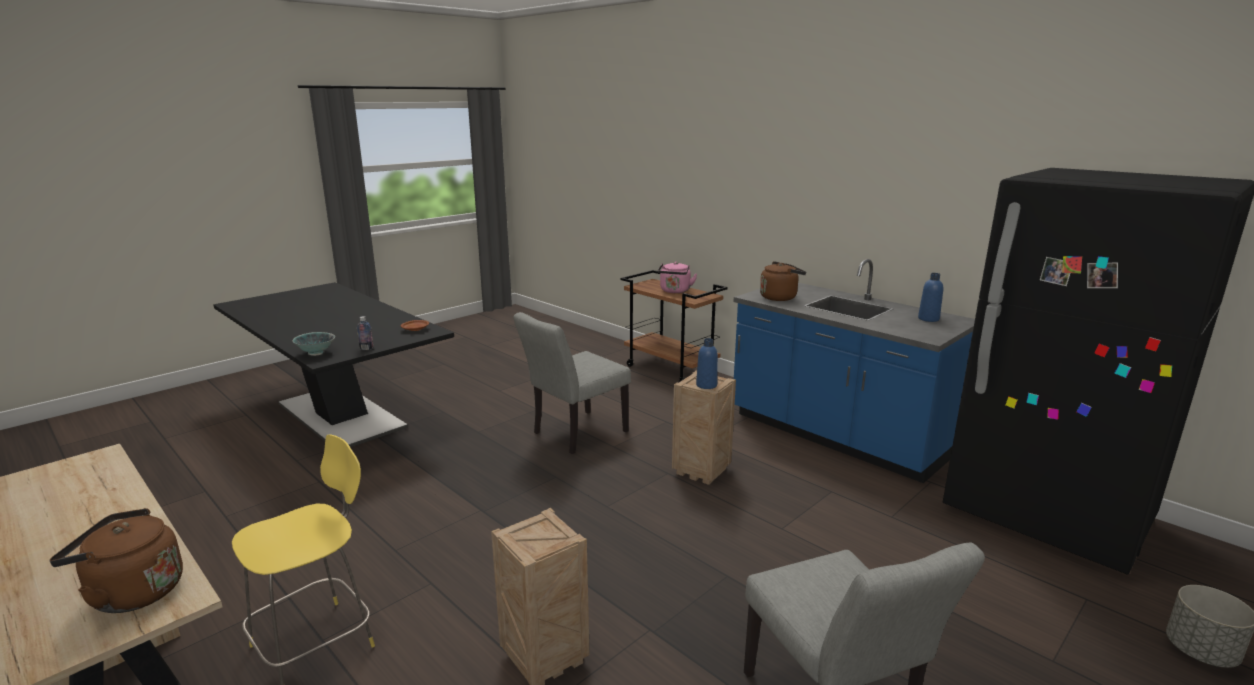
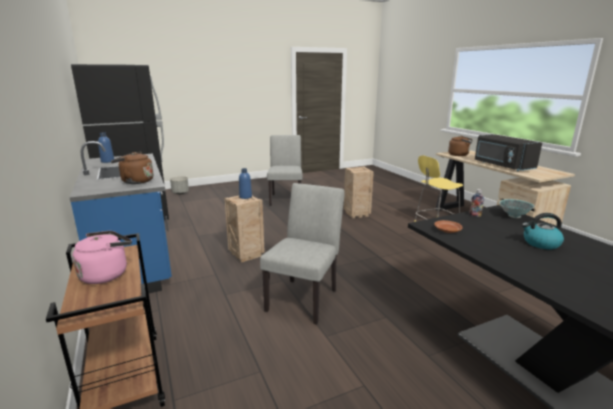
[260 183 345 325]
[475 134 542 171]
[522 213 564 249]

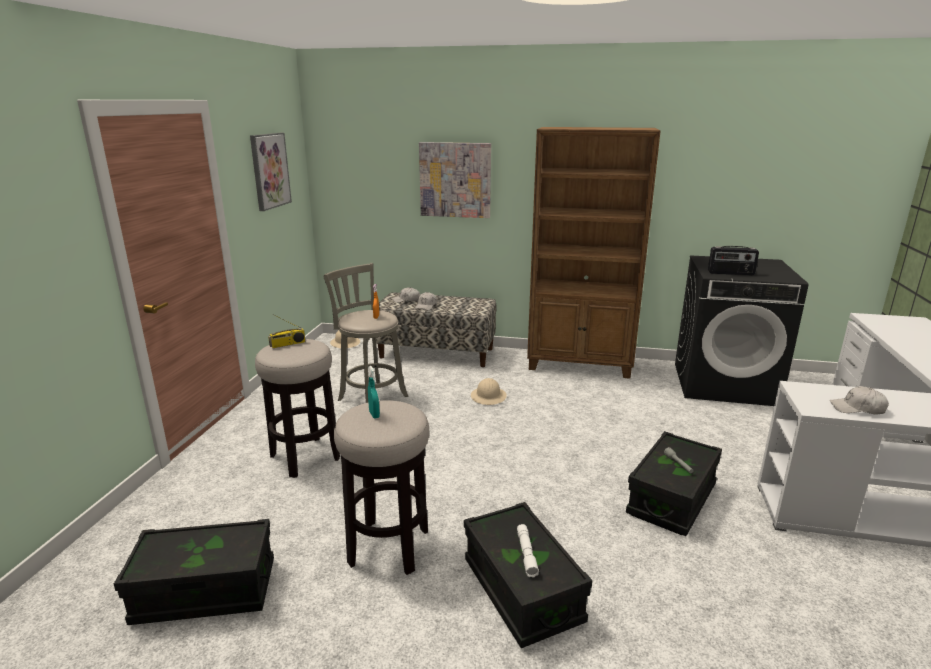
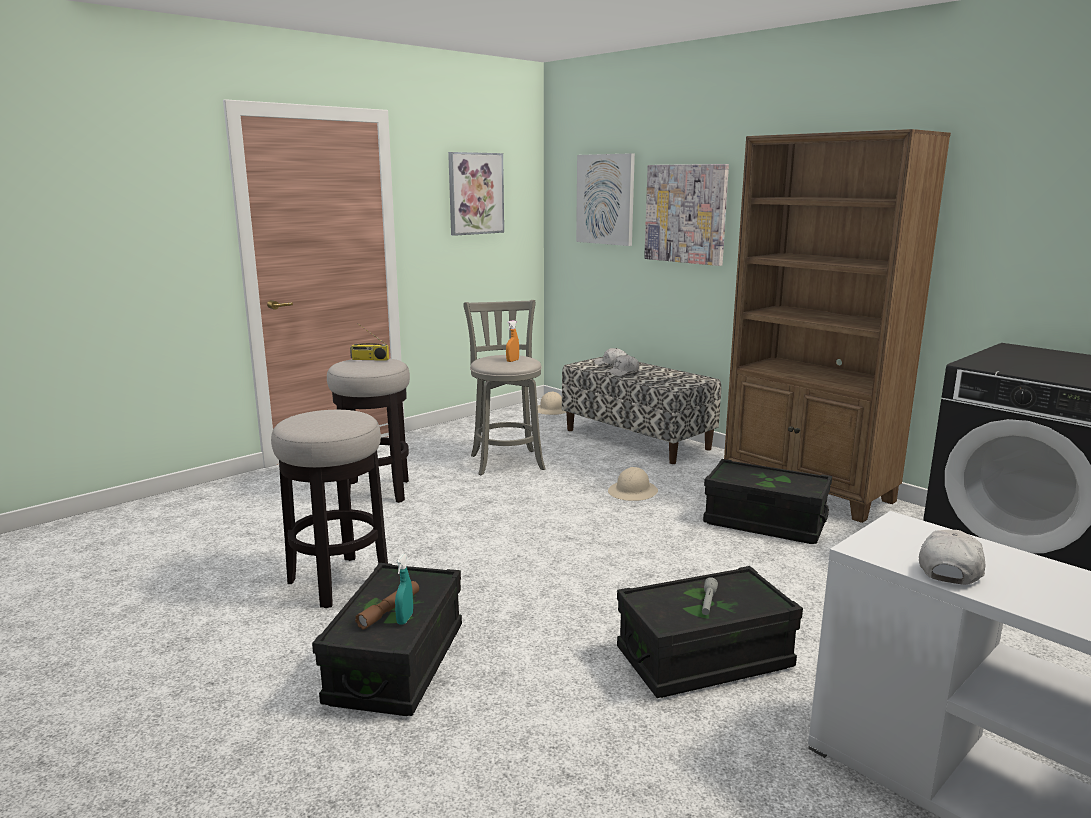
[708 246 759 275] (first image)
[395 554 413 625]
[919 530 985 585]
[703 459 832 544]
[355 581 419 630]
[576 153 635 246]

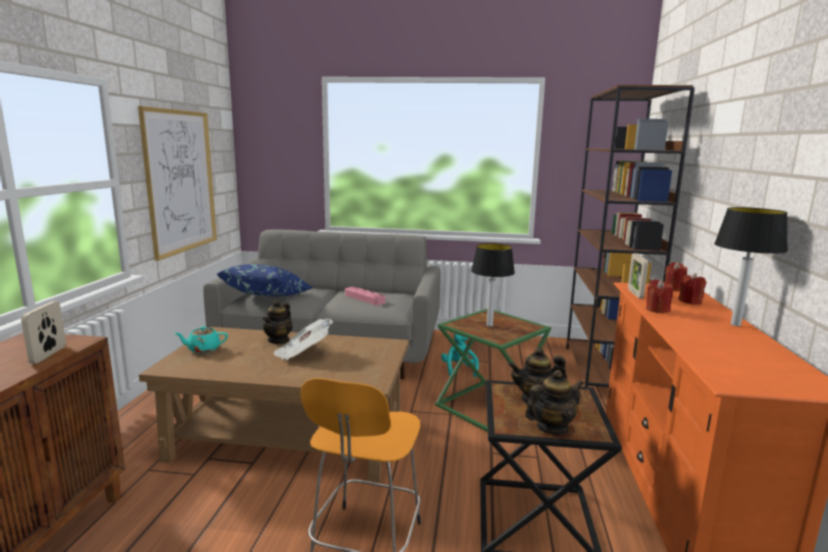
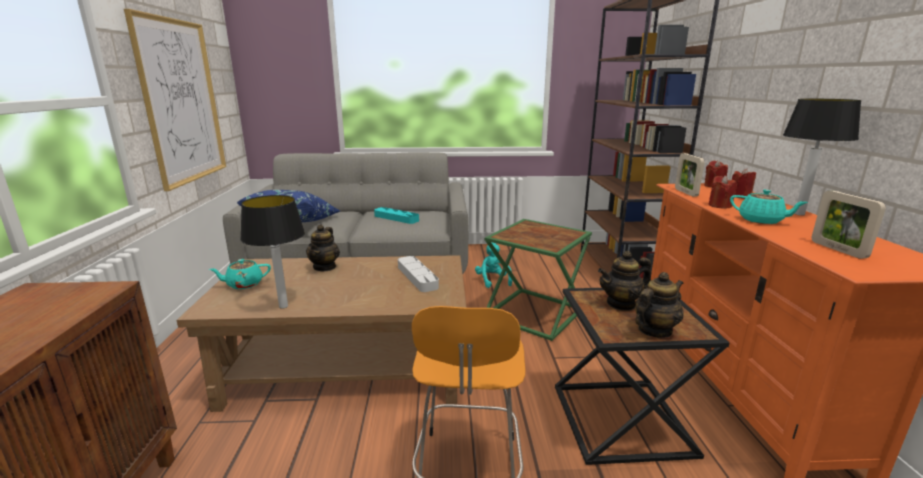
[240 195 305 309]
[374 207 419 224]
[812 191 886 259]
[273 319 333 361] (first image)
[730 189 808 224]
[398 256 439 292]

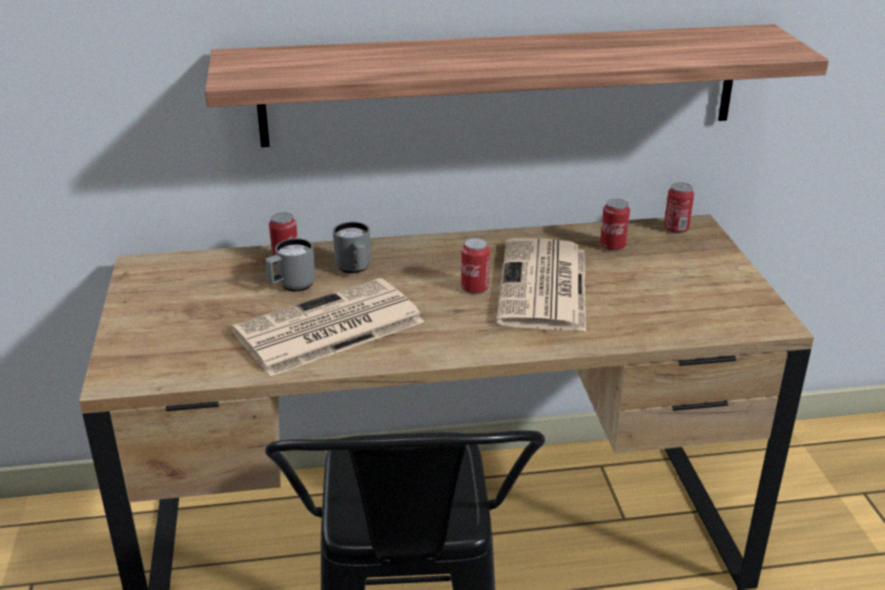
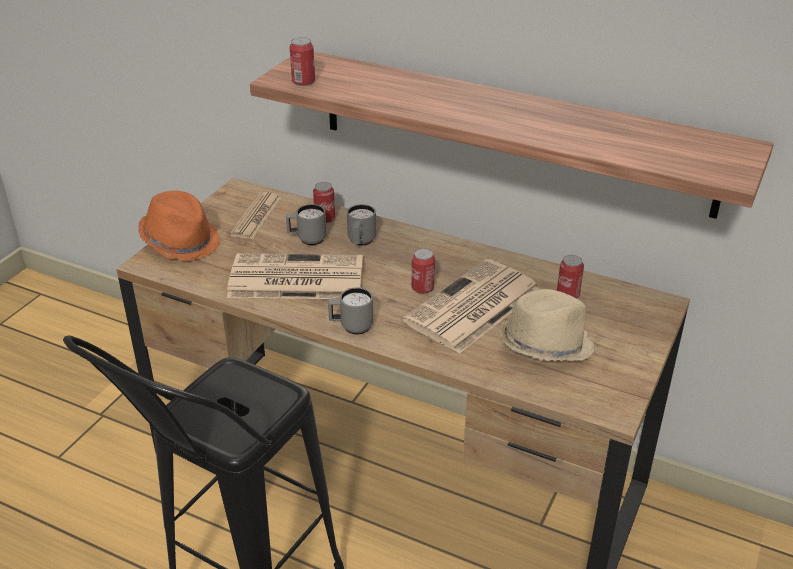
[290 37 315 86]
[138 191 220 261]
[230 192 282 239]
[328 287 373 335]
[499 289 594 362]

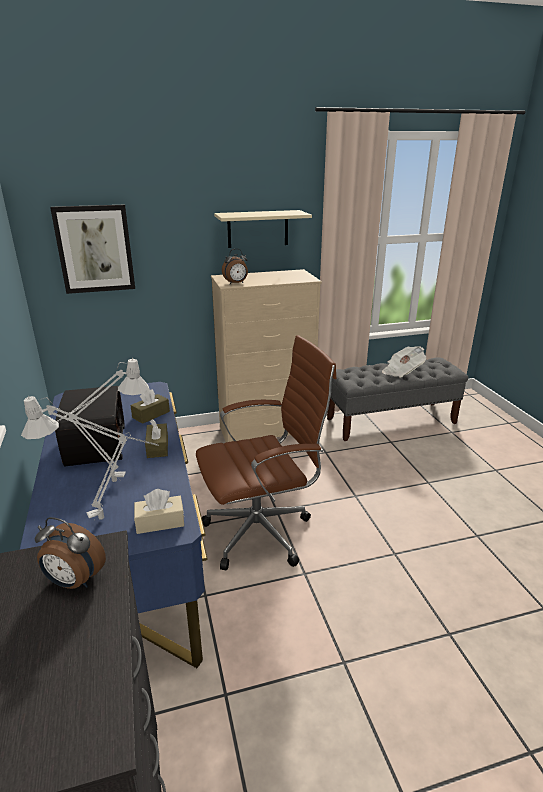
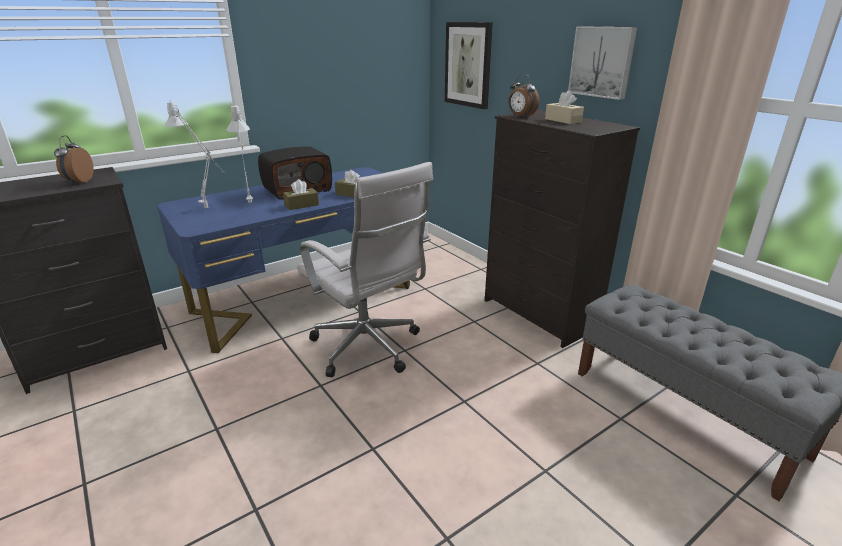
[568 26 637 100]
[485 110 640 348]
[297 162 433 377]
[382 346 426 378] (first image)
[545 91 584 124]

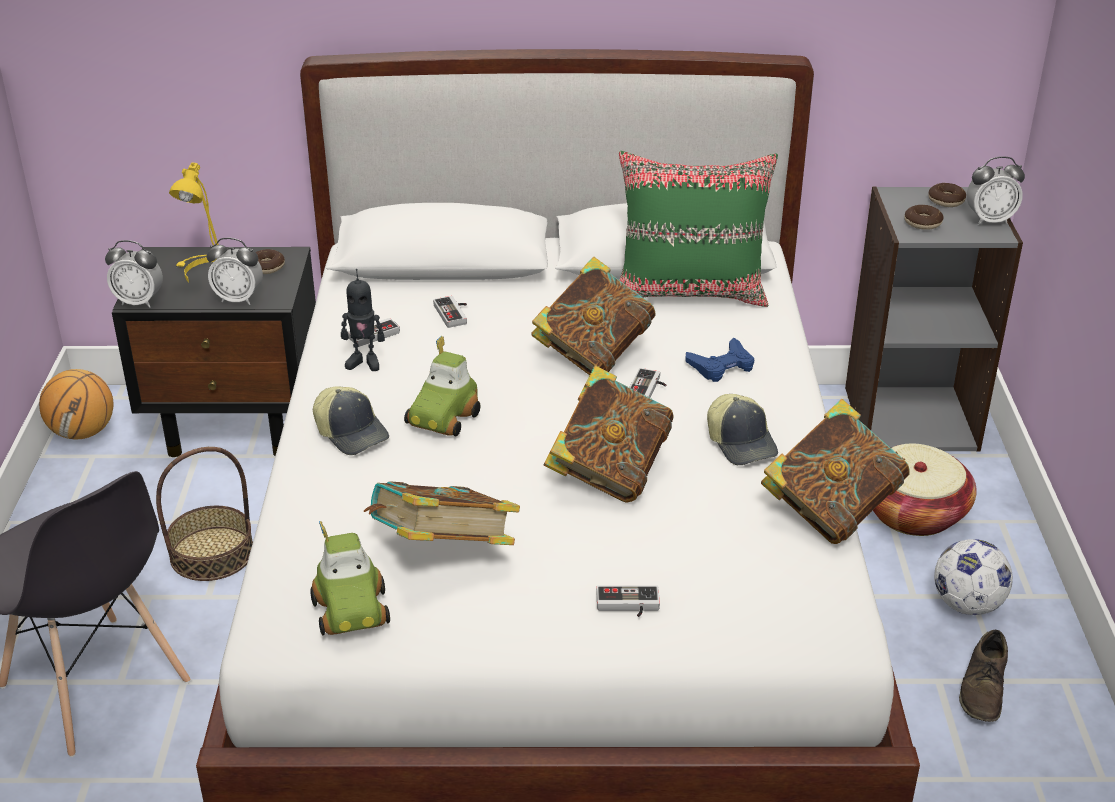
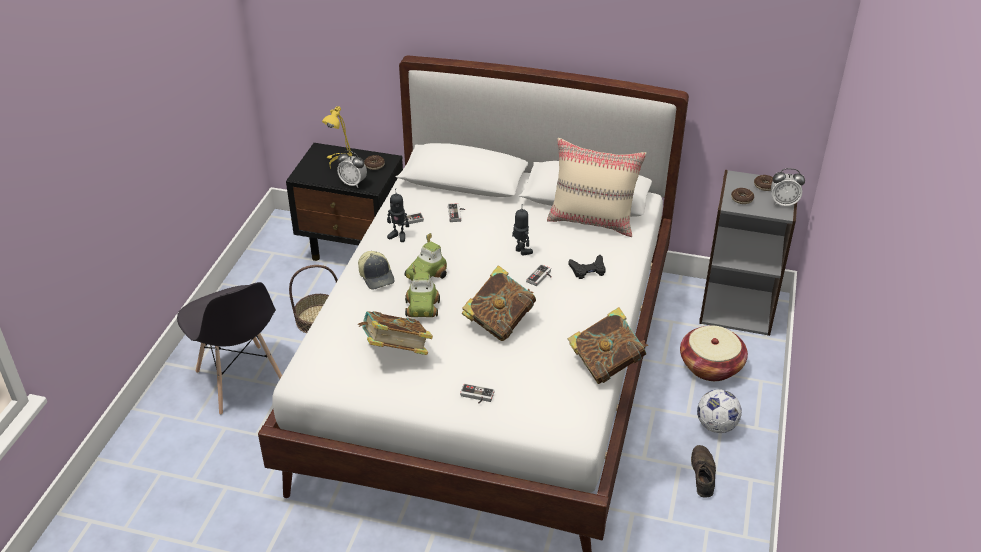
[547 138 646 237]
[105 240 163 308] (first image)
[512 204 533 255]
[568 255 606 279]
[39 369 113 439] (first image)
[707 394 778 465] (first image)
[405 264 440 317]
[691 445 716 498]

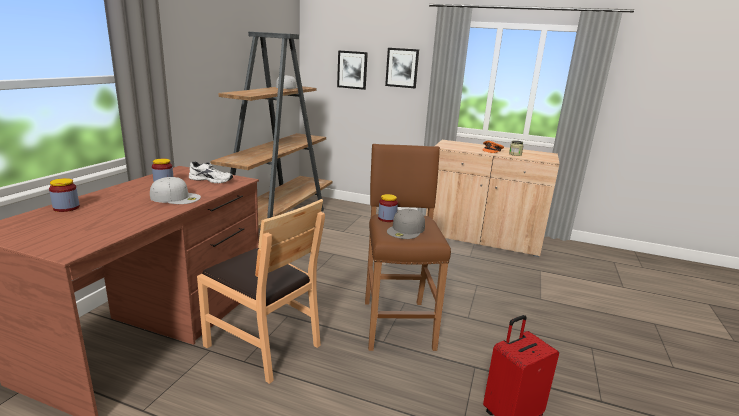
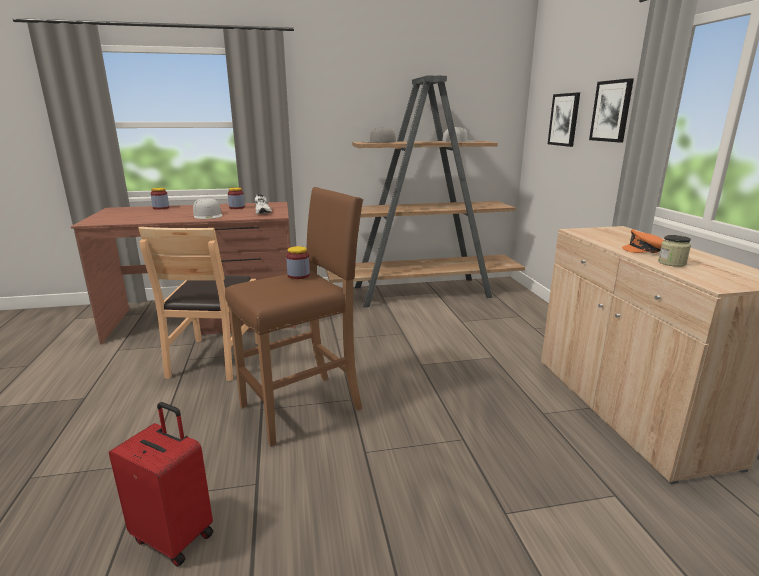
[361 127 396 143]

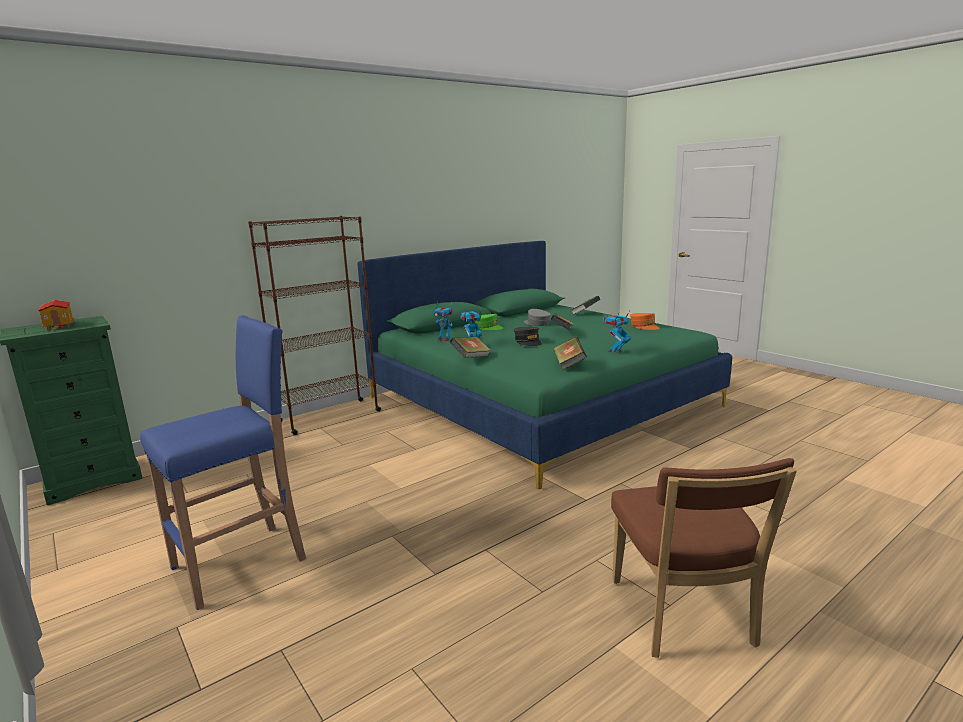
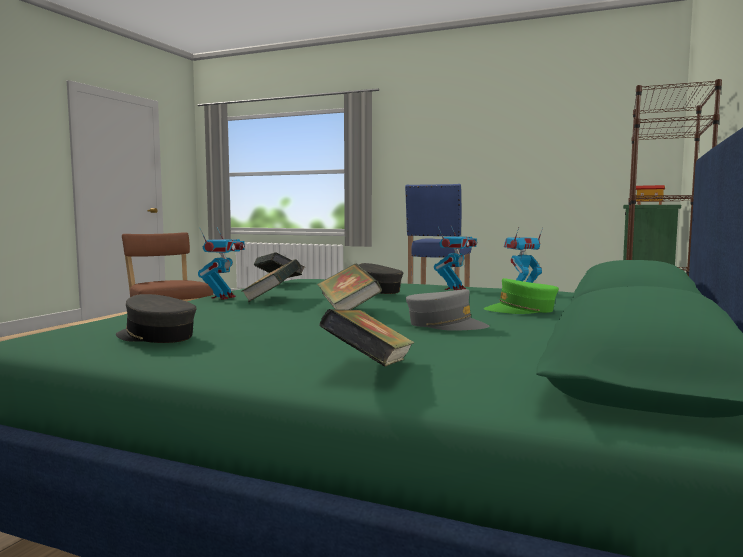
[116 294 196 343]
[241 259 301 302]

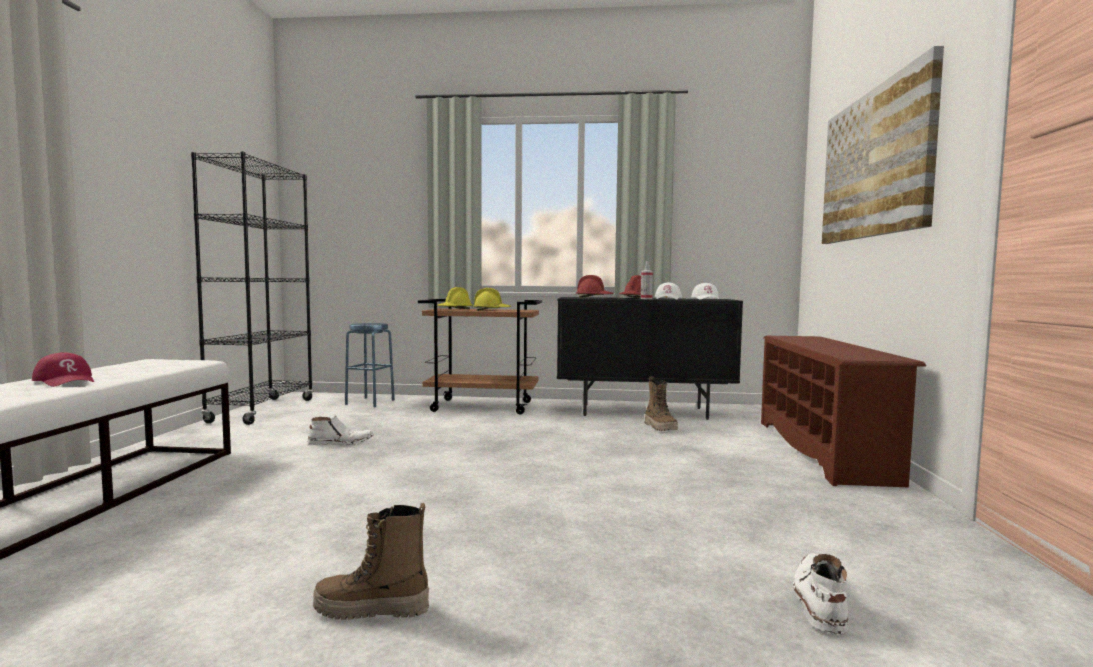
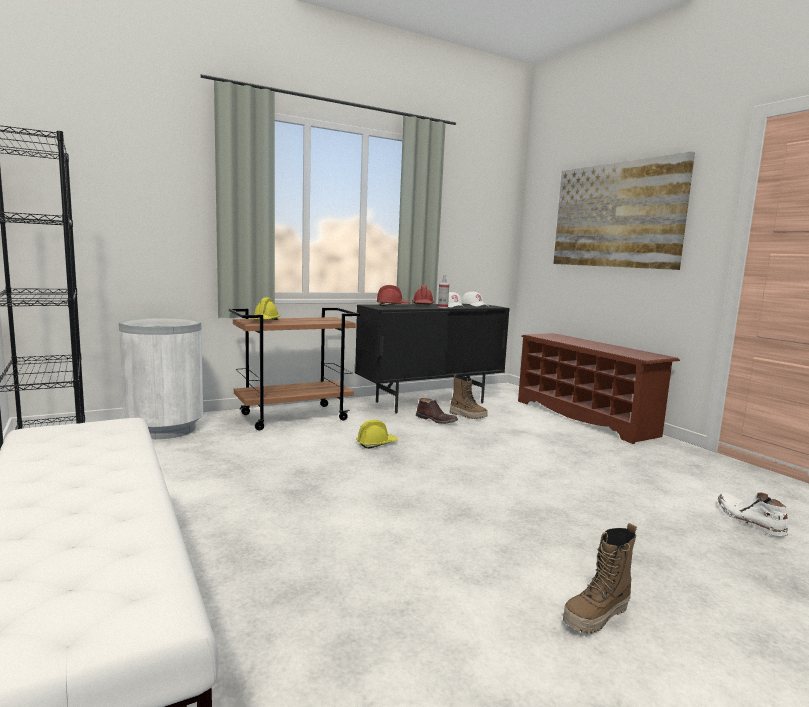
[356 420 398 449]
[119 318 203 439]
[32 352 94 387] (first image)
[307 416 374 445] (first image)
[416 398 458 424]

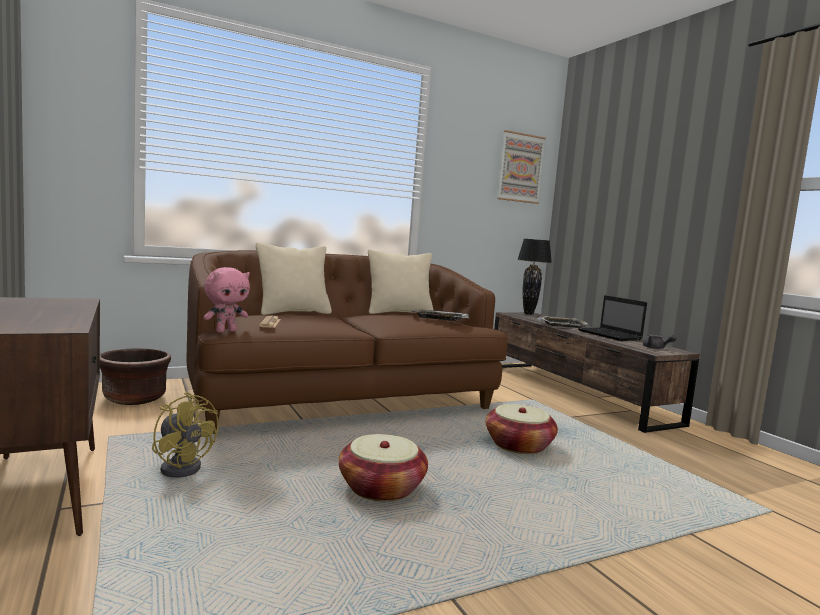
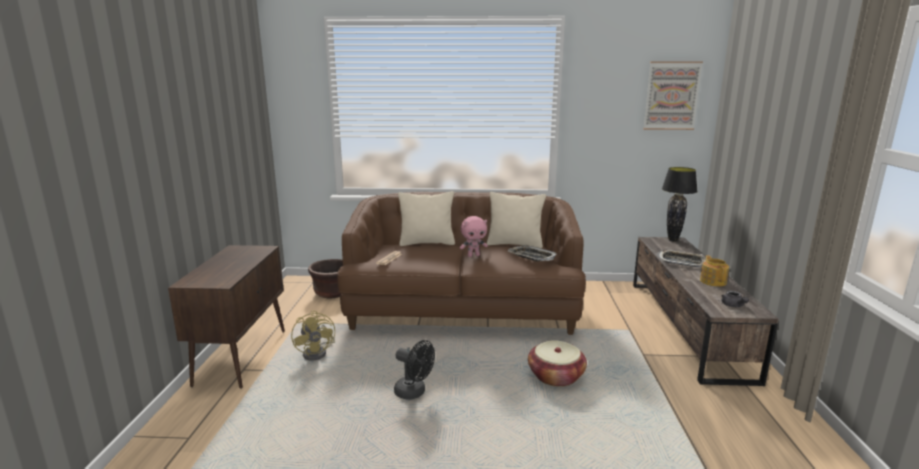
[460 216 488 257]
[700 255 729 287]
[394 340 435 400]

